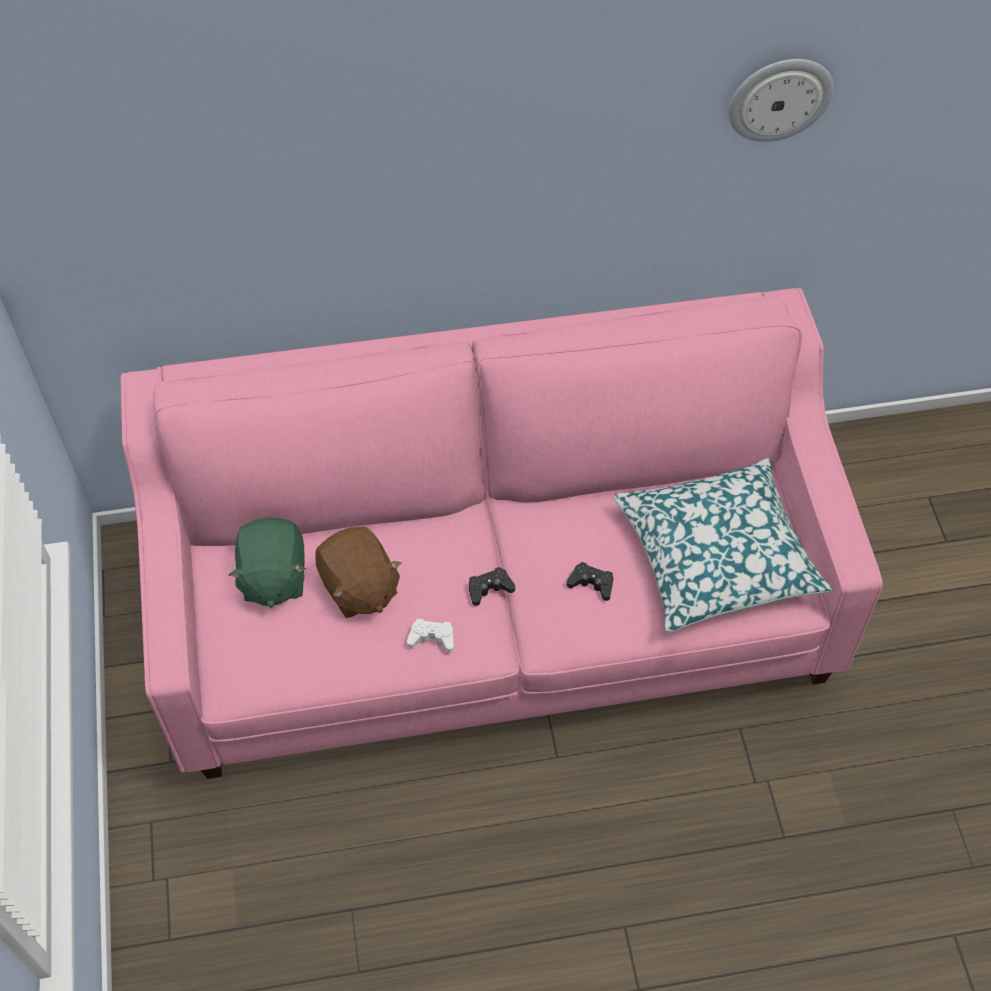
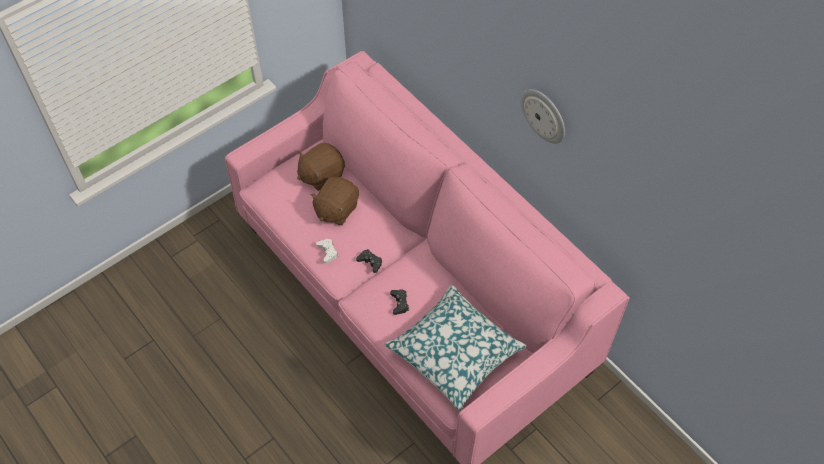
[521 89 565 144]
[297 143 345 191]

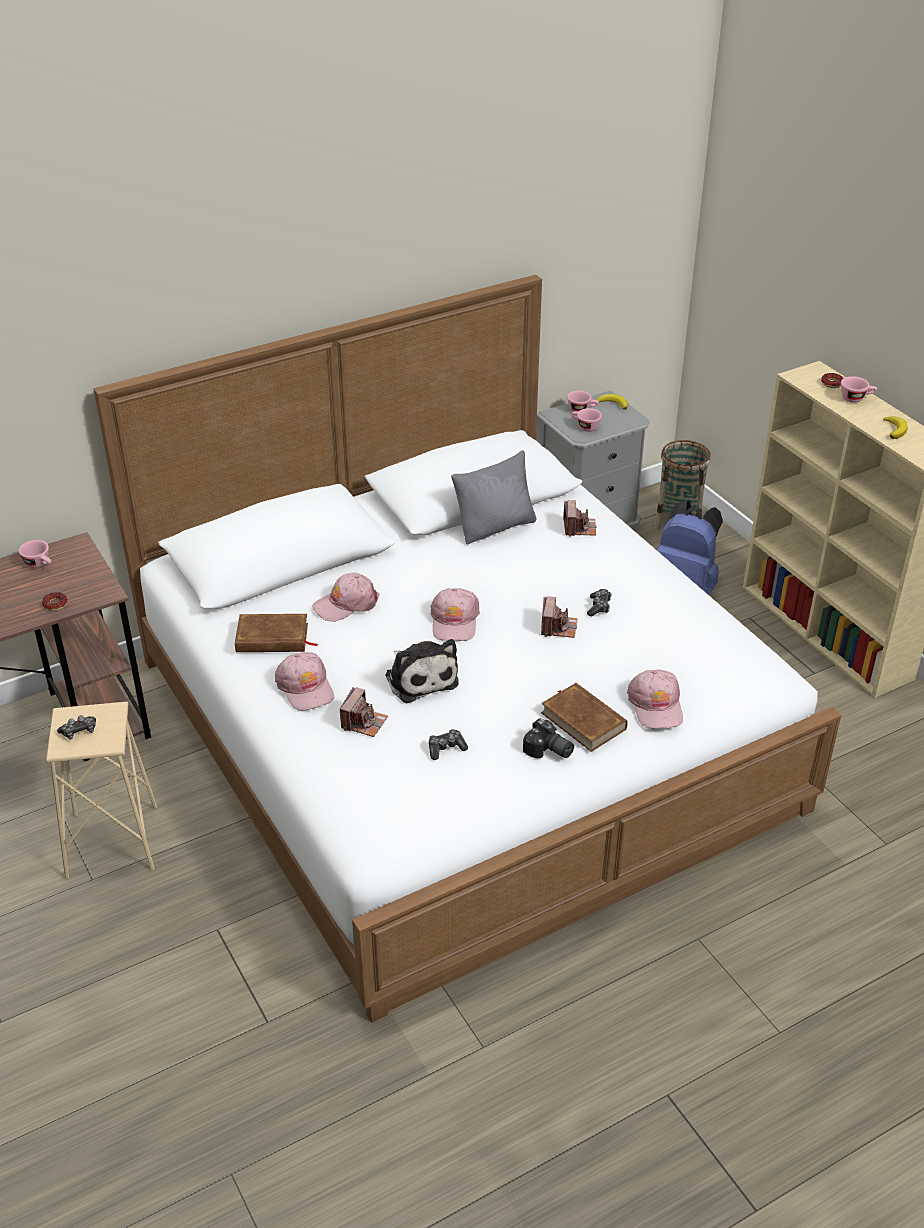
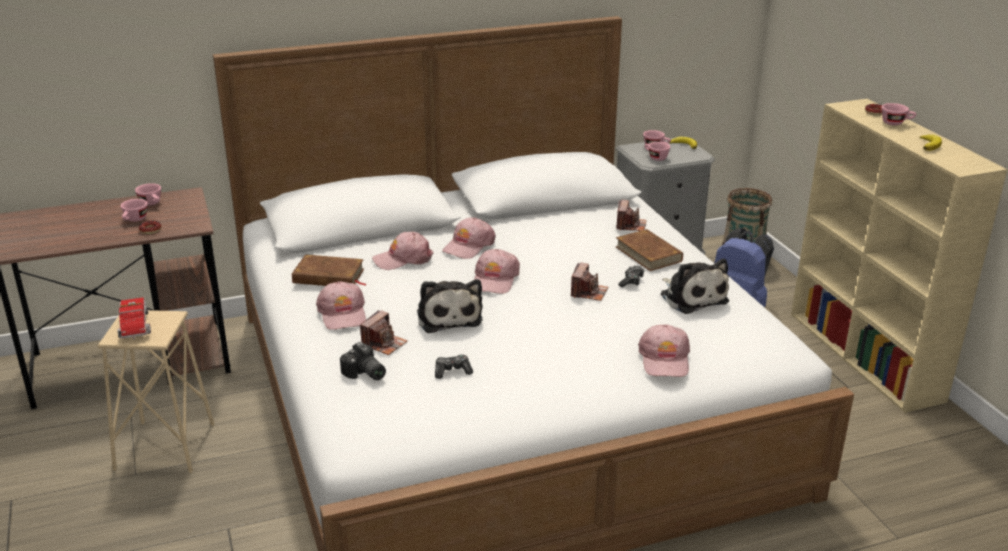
[451 450 536 544] (first image)
[616 229 683 271]
[117 297 151 339]
[340 342 386 380]
[120 199 148 222]
[442 218 496 259]
[661 258 729 314]

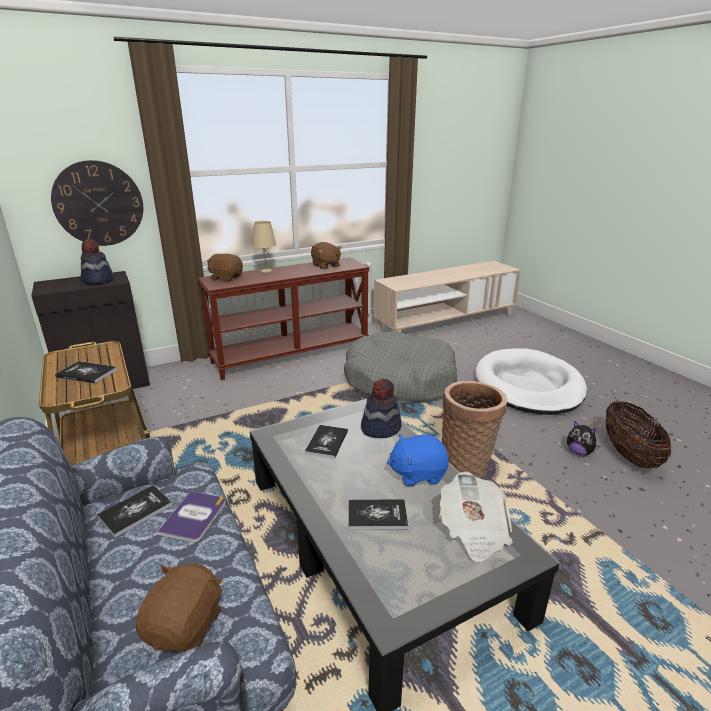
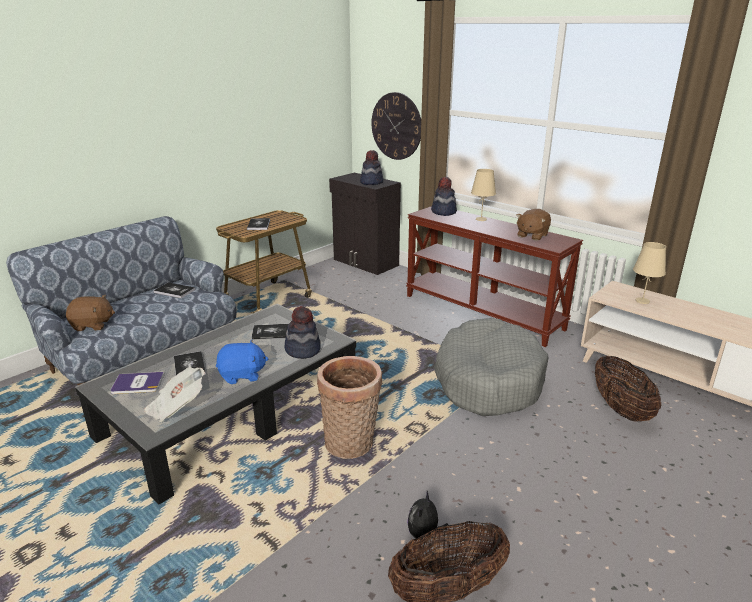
[431 177 457 216]
[475 348 587 415] (first image)
[216 340 269 384]
[111 372 164 394]
[633 242 666 304]
[595 356 661 422]

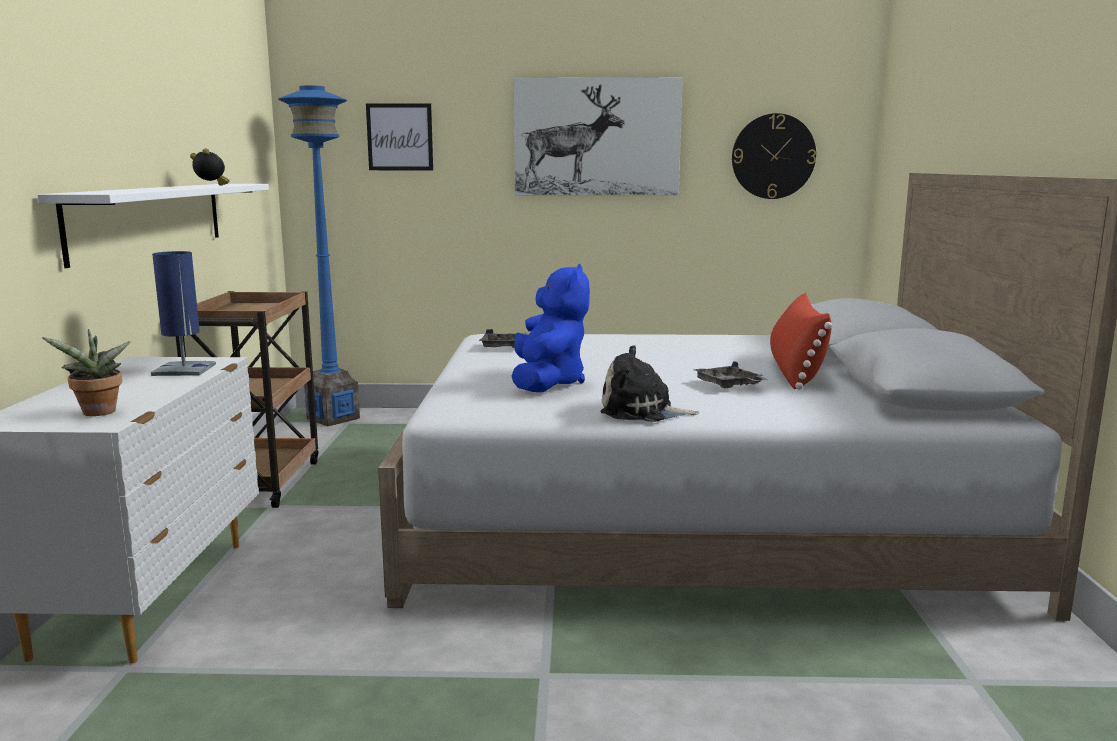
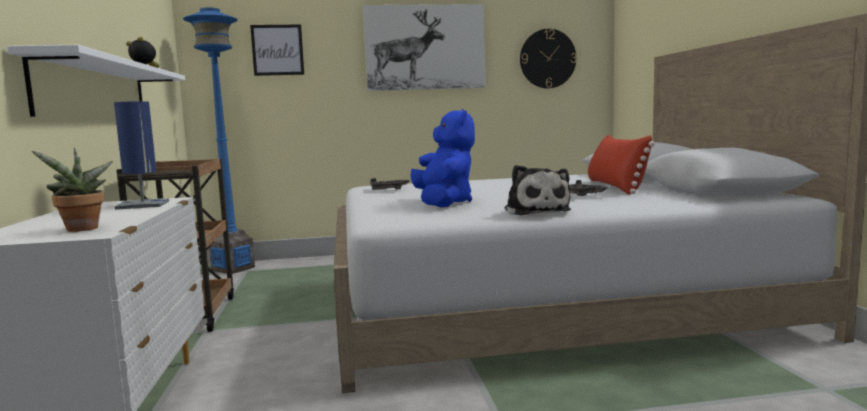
[505 165 571 215]

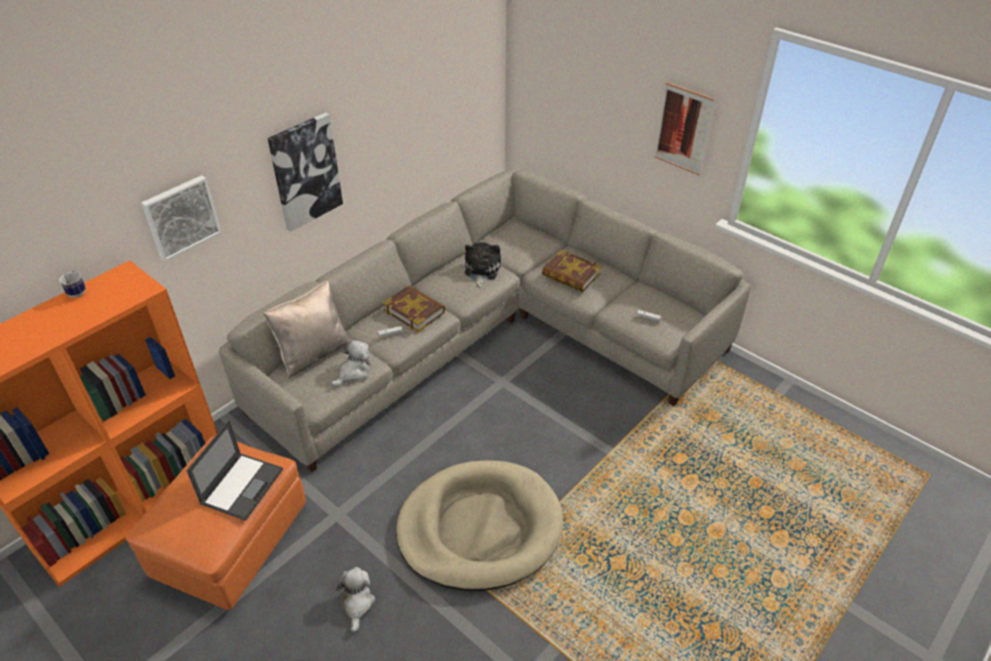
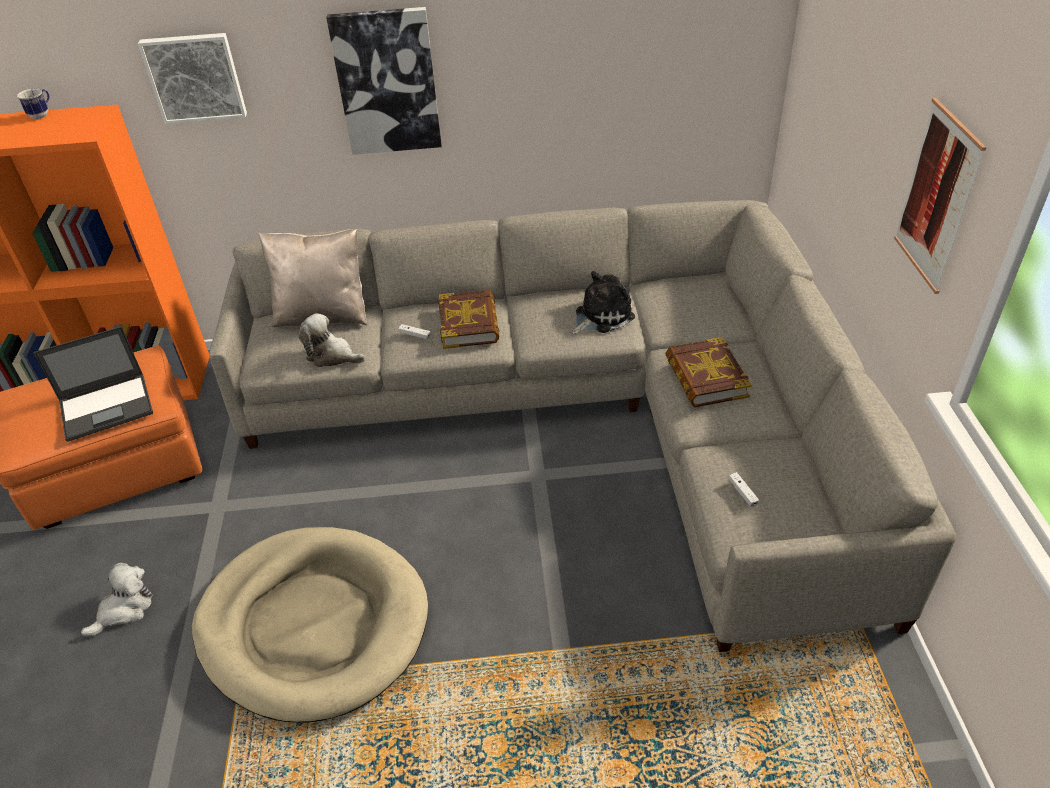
[298 313 365 367]

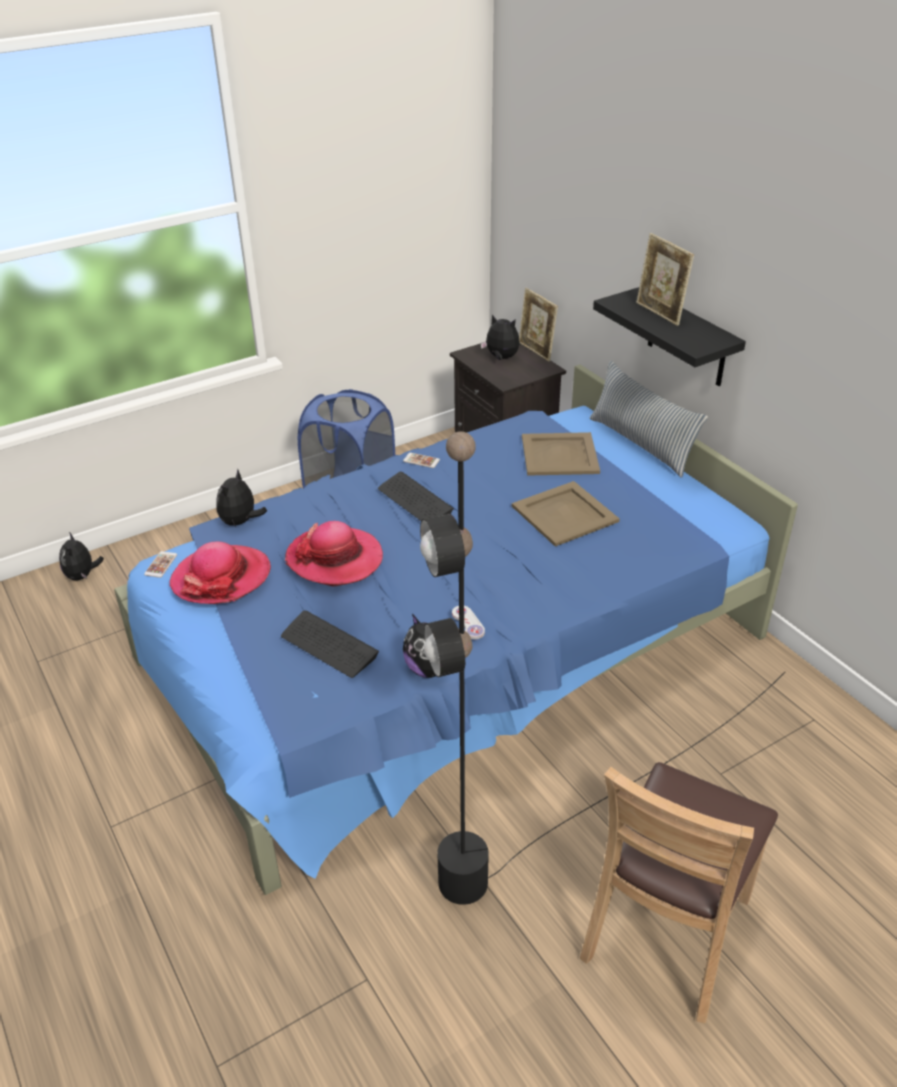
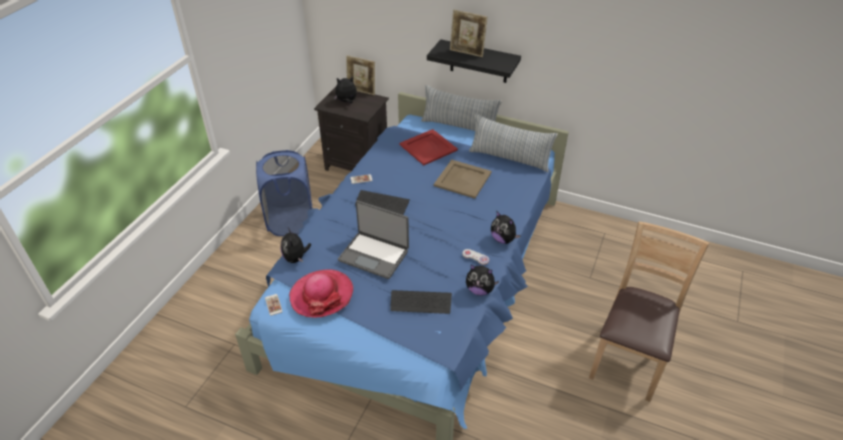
[420 431 785 905] (first image)
[399 129 458 165]
[338 200 409 279]
[491 212 521 244]
[589 222 709 402]
[469 114 558 172]

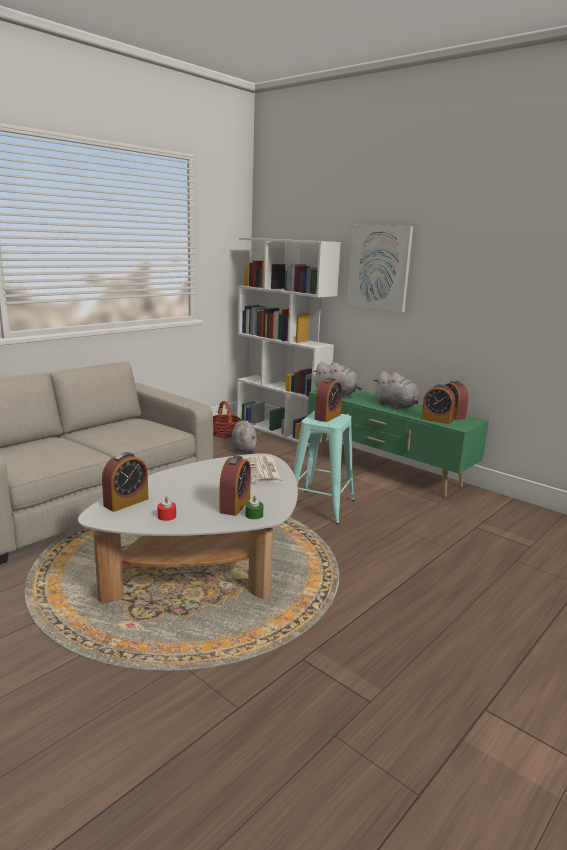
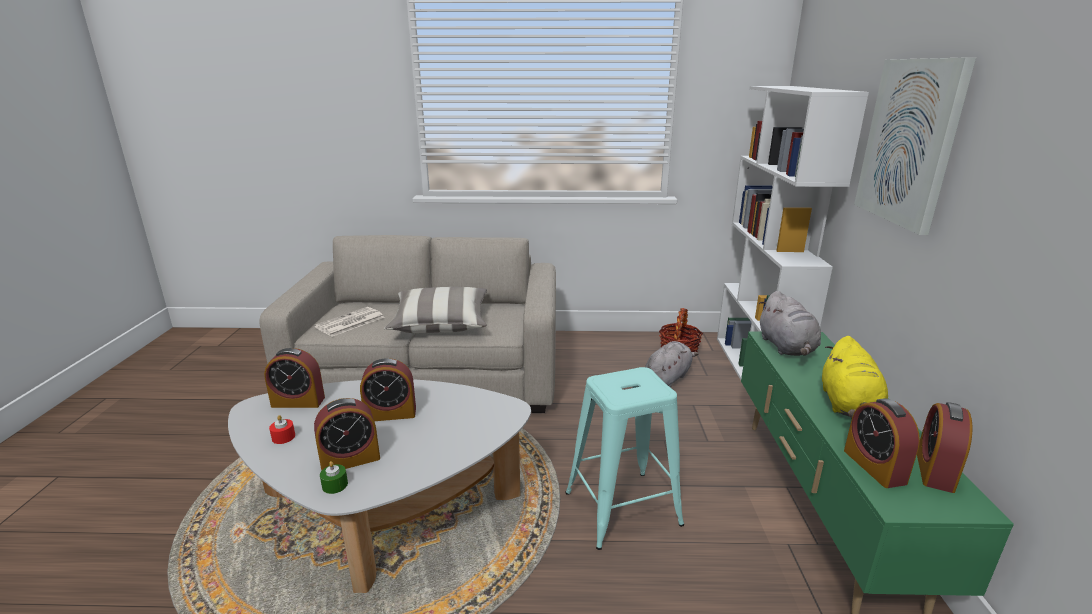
[822 336 888 418]
[360 358 416 421]
[314 307 385 337]
[384 287 487 333]

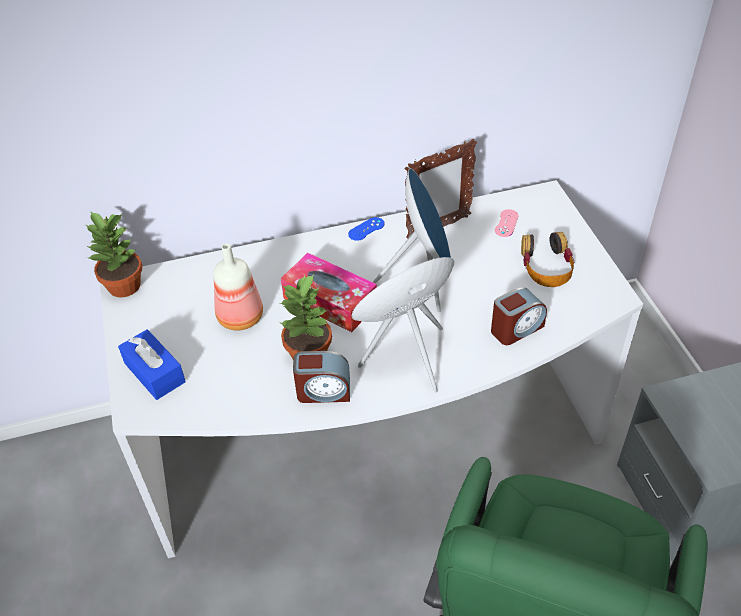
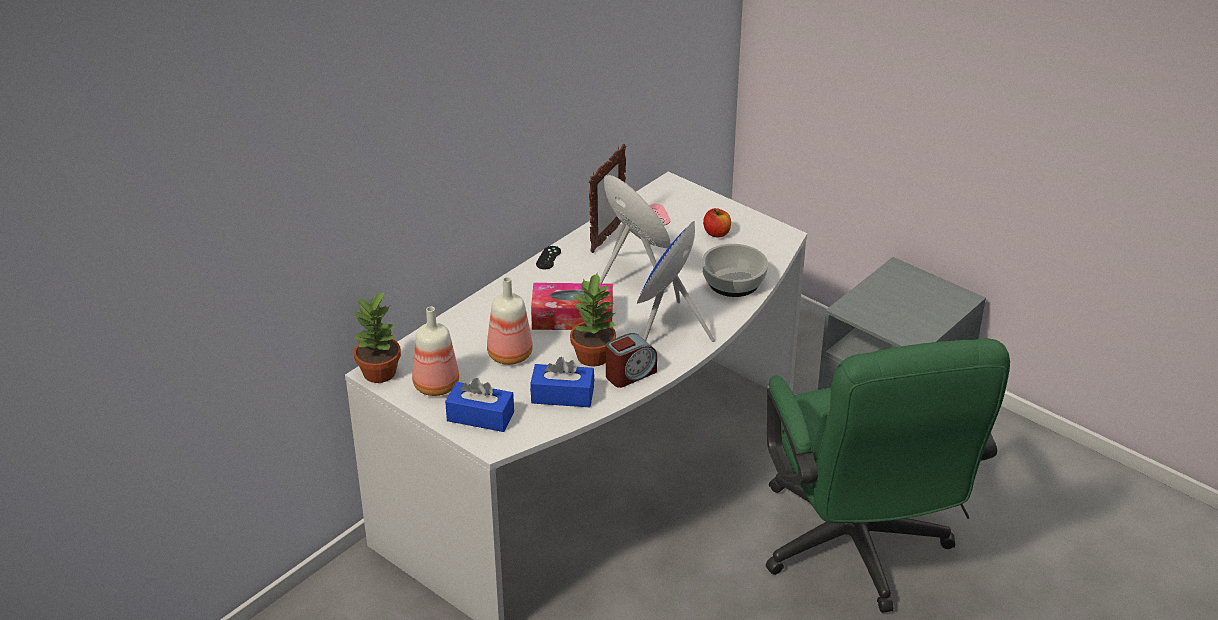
[536 246 561 269]
[703 208 731 237]
[701 244 768 297]
[412 307 459 396]
[530 357 594 407]

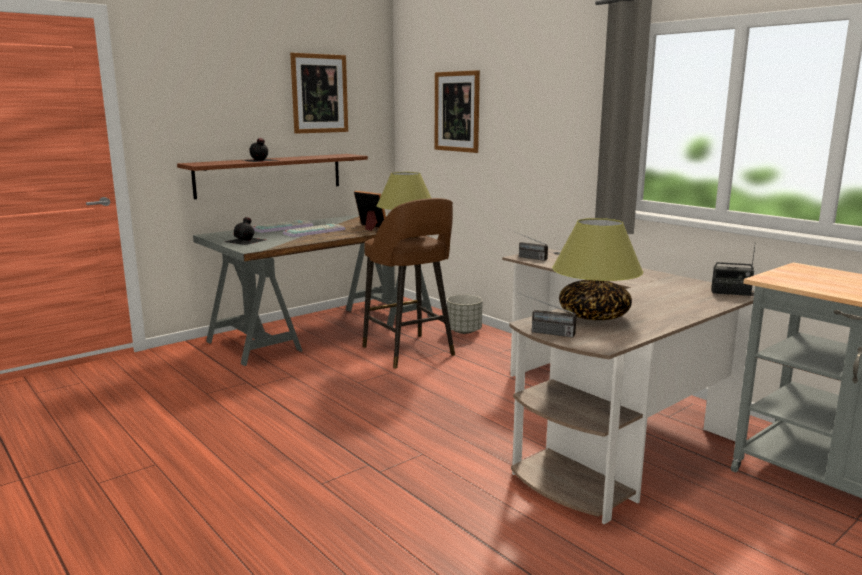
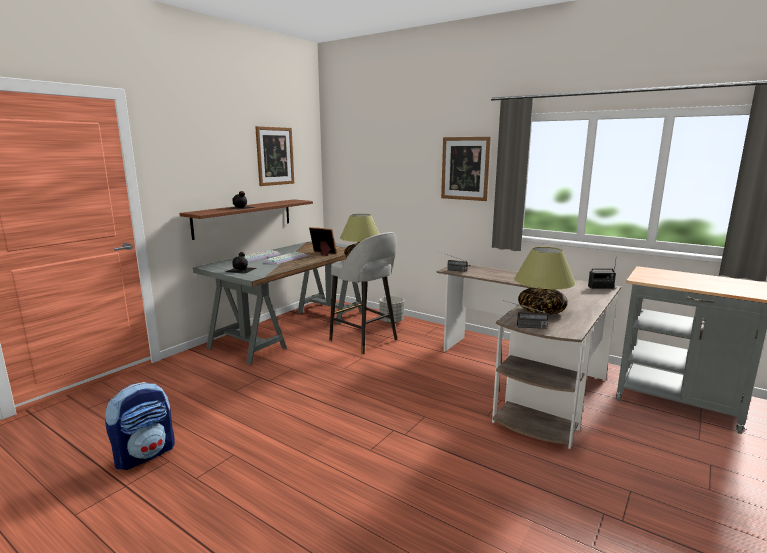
[441 137 491 201]
[329 232 398 355]
[105 382 175 470]

